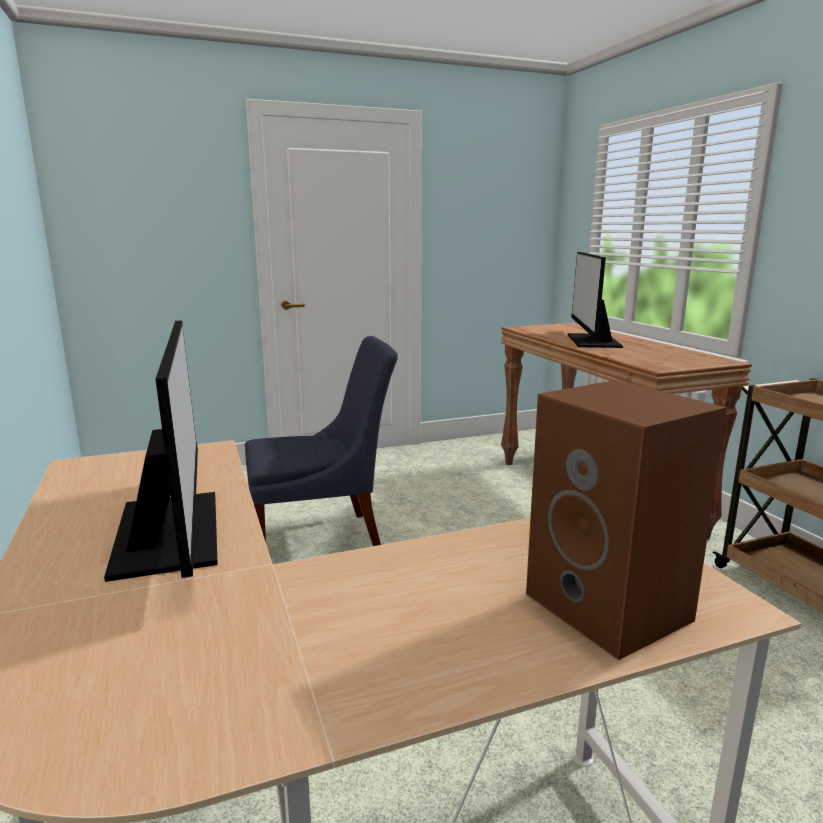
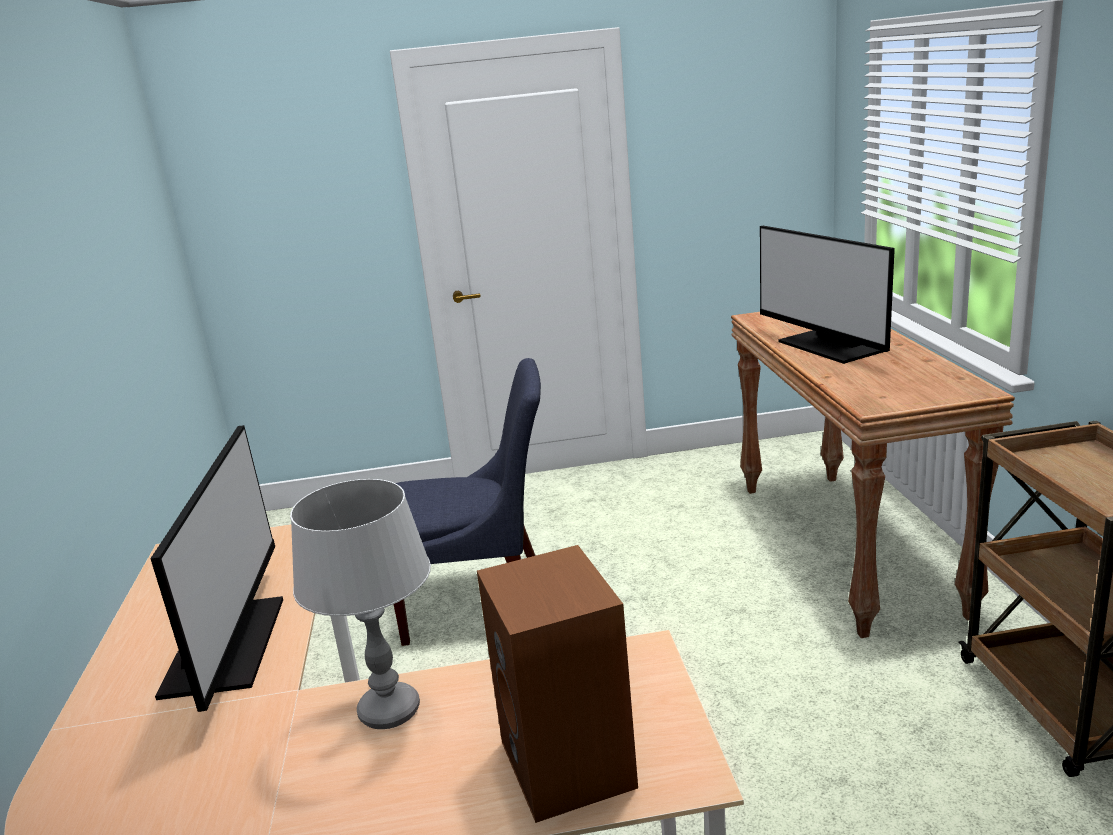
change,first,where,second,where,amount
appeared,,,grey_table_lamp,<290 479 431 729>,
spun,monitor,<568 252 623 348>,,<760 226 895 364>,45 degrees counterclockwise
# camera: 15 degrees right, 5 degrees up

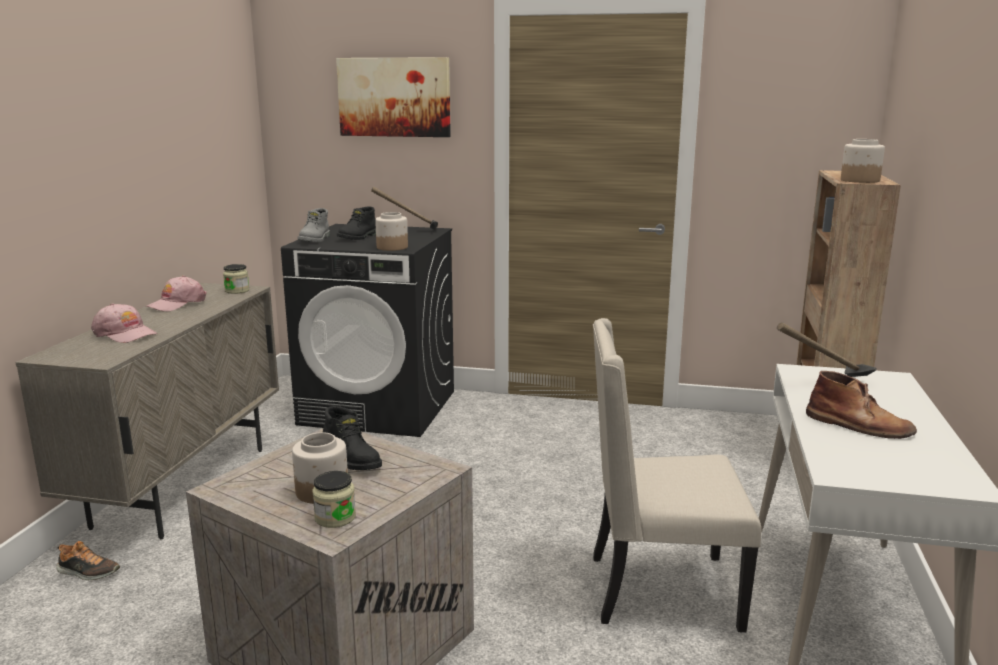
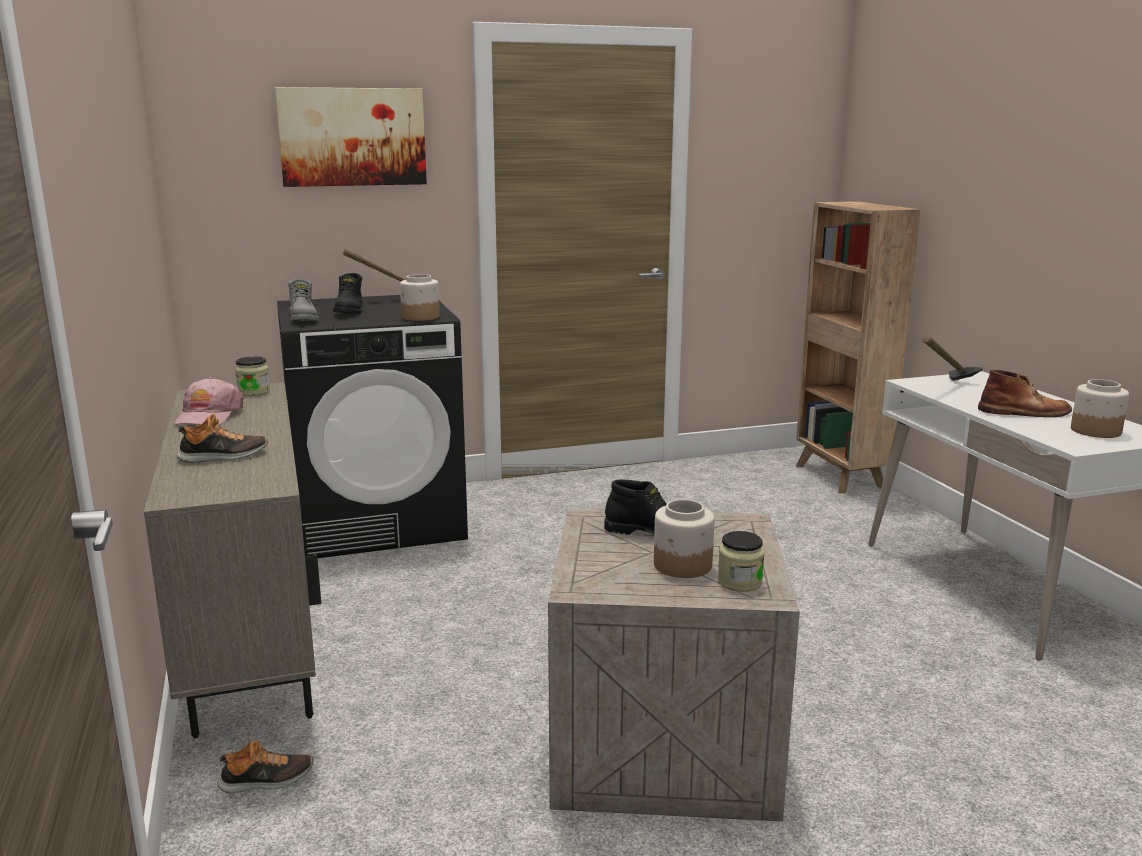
change,first,where,second,where,amount
exchanged,pink_cap,<91 303 157 343>,shoe,<176 414 268 463>,
relocated,storage_jar,<841 139 885 183>,,<1071 379 1129 438>,
missing,beige-coloured_chair,<593 318 761 633>,,,
# camera: 30 degrees left, 0 degrees up

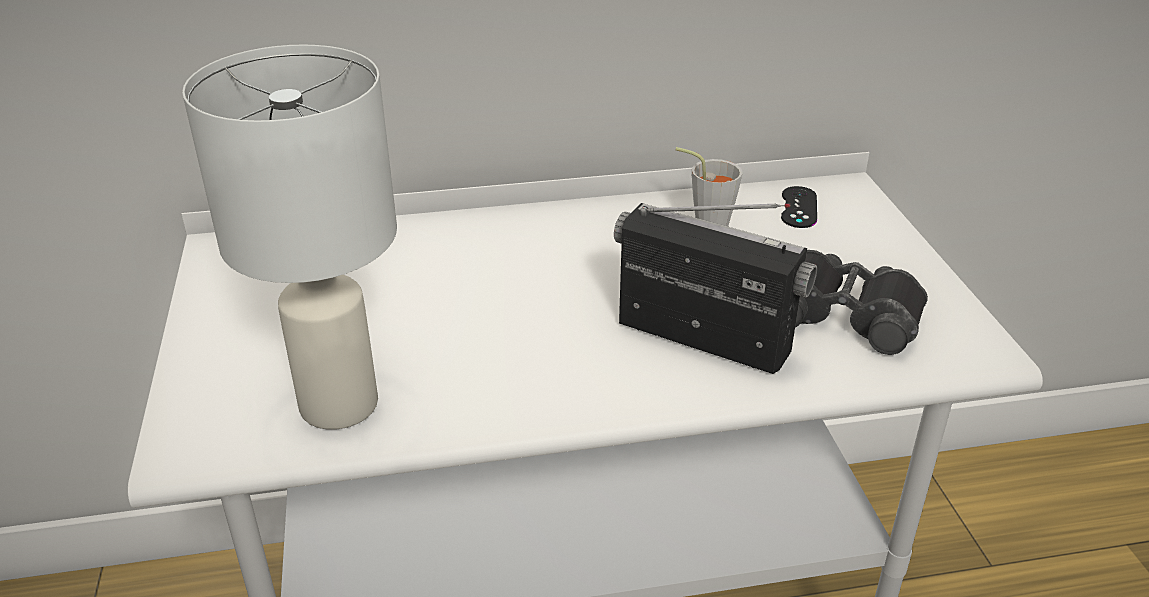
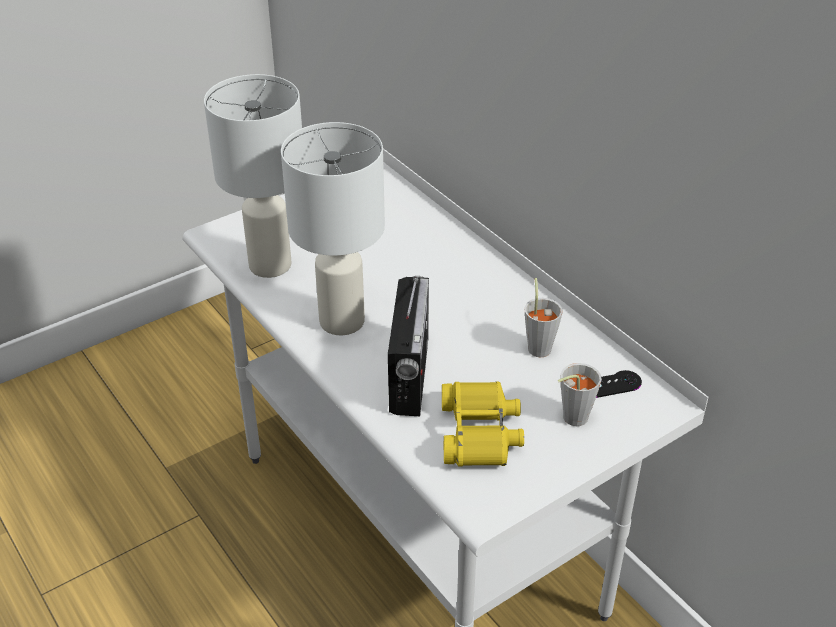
change,first,where,second,where,amount
appeared,,,white_table_lamp,<281 122 385 335>,
colour,black_binoculars,<795 250 928 355>,yellowish_binoculars,<442 382 524 466>,
appeared,,,grey_drinking_cup,<558 363 602 426>,
# camera: 65 degrees right, 5 degrees up

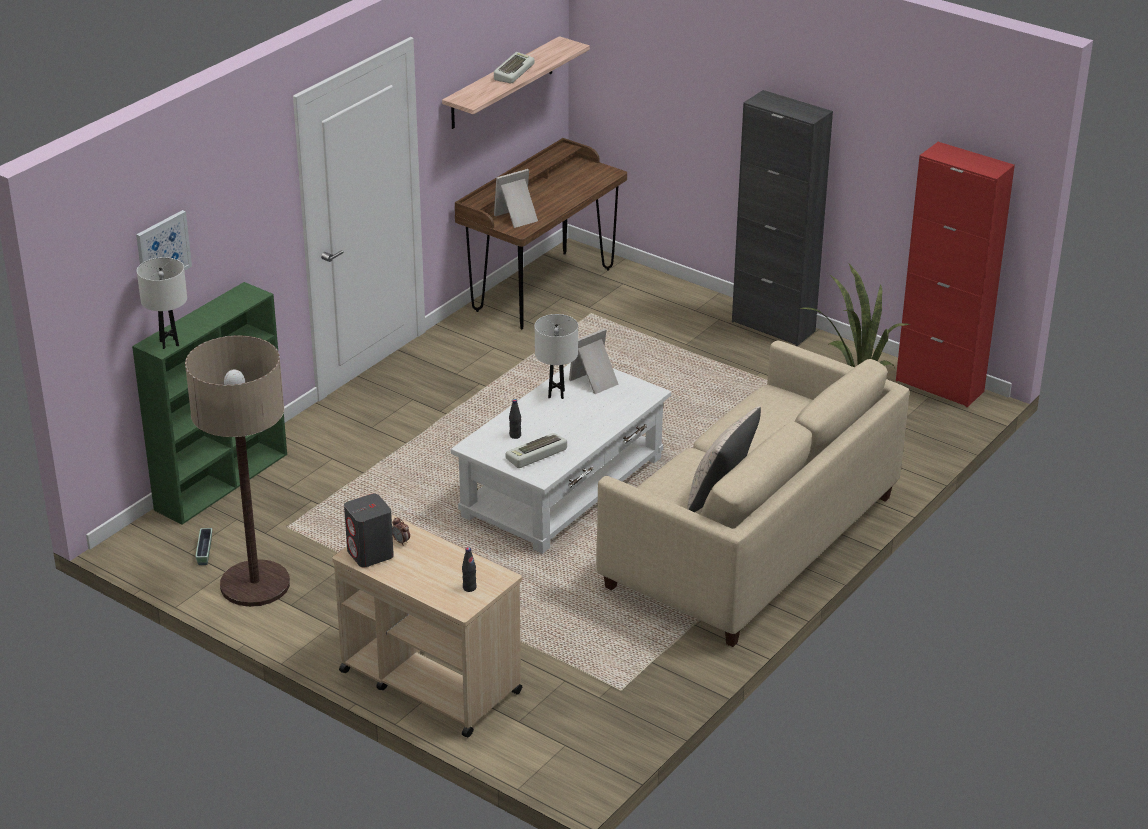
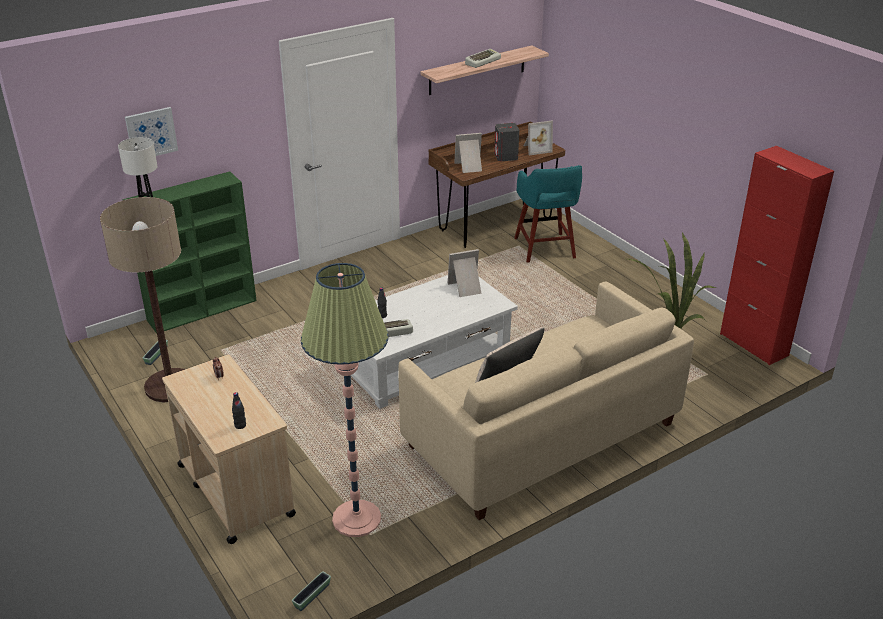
change,first,where,second,where,amount
appeared,,,plant_pot,<292 571 331 611>,
appeared,,,standing_lamp,<301 263 388 537>,
relocated,grey_speaker,<344 494 394 568>,,<494 123 519 161>,
appeared,,,turquoise_sitting_stool,<514 165 582 263>,
appeared,,,picture_frame,<523 121 553 156>,
missing,white_table_lamp,<535 314 578 399>,,,
missing,black_cabinet,<732 90 833 346>,,,
# camera: 20 degrees right, 0 degrees up

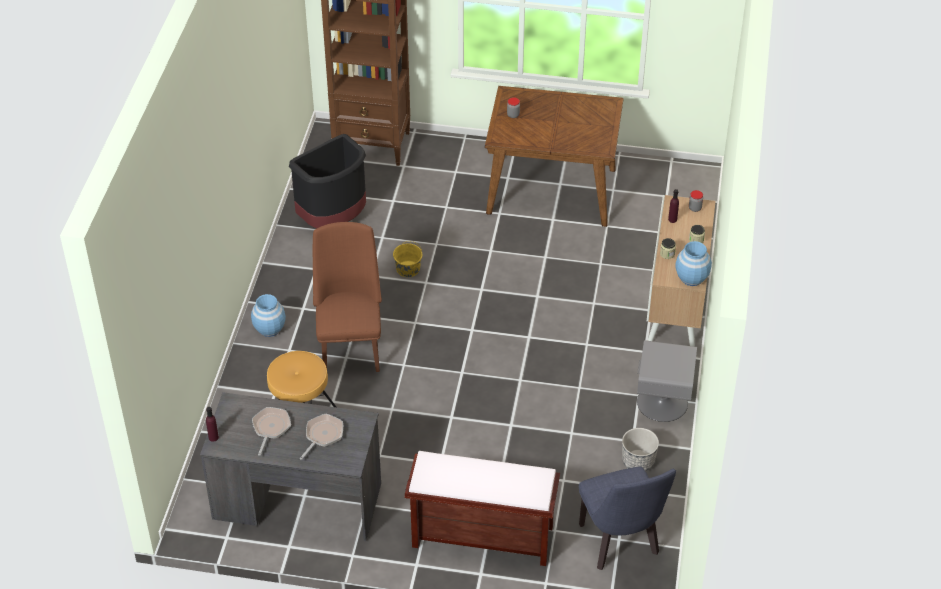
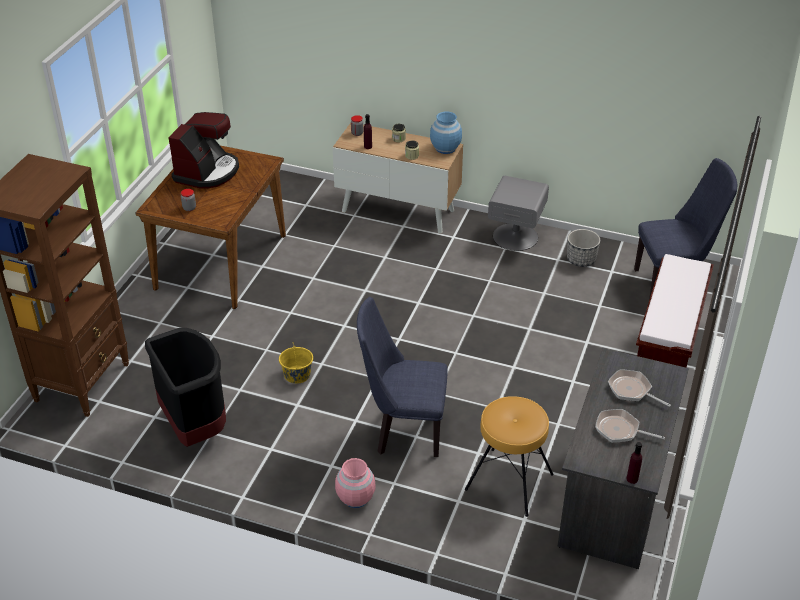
change,first,where,second,where,amount
appeared,,,coffee_machine,<168 112 239 188>,
colour,blue_decorative_vase,<251 294 286 337>,pink_decorative_vase,<335 458 376 508>,
colour,brown-coloured_chair,<313 222 382 372>,blue_chair,<357 297 448 457>,
# camera: 80 degrees left, 5 degrees down

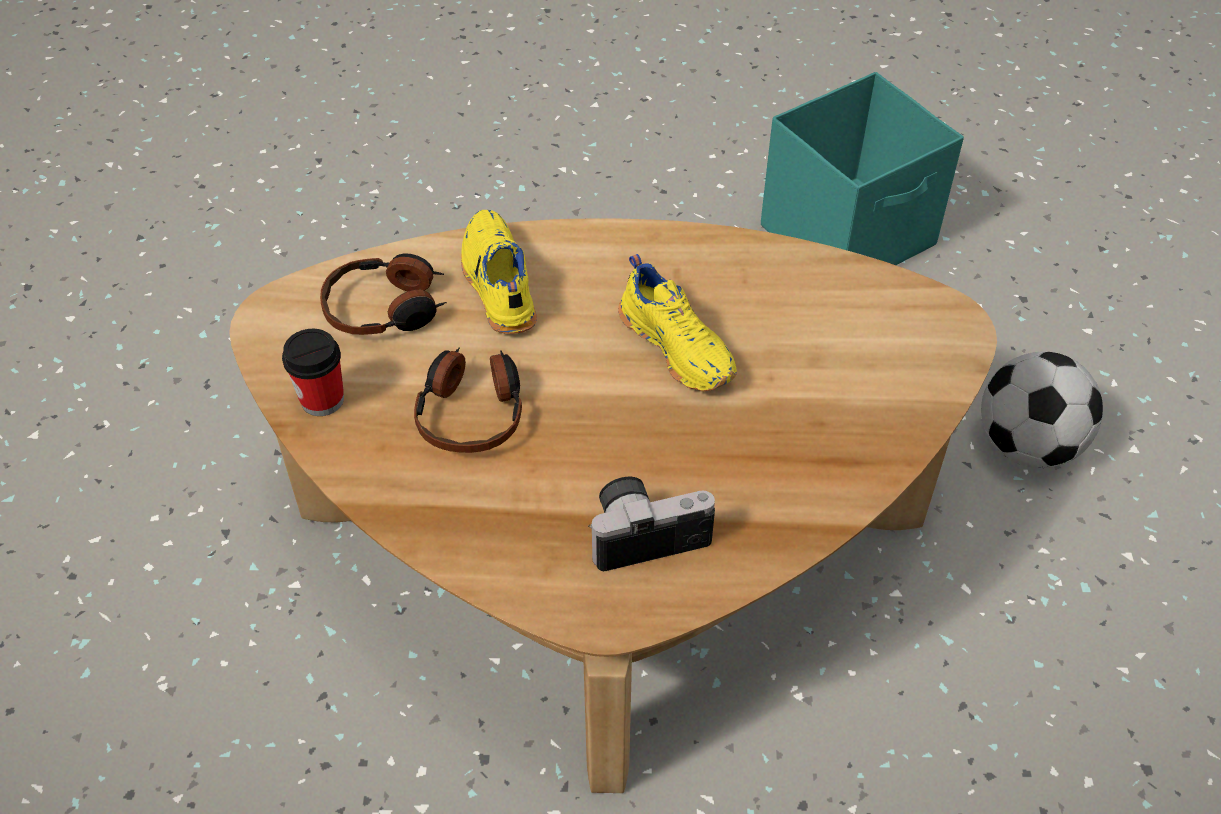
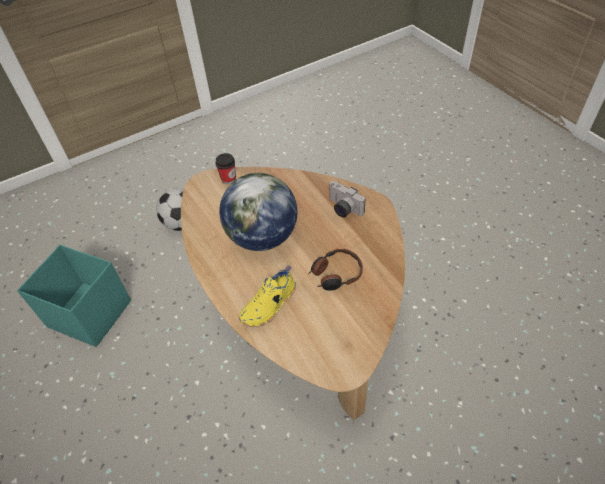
change,first,where,second,where,amount
relocated,drinking_cup,<282 329 344 416>,,<215 153 236 184>,
exchanged,yellowish_shoe,<618 254 737 391>,world_globe,<219 173 297 251>,
missing,headphones,<320 253 447 335>,,,
# camera: 120 degrees left, 0 degrees up

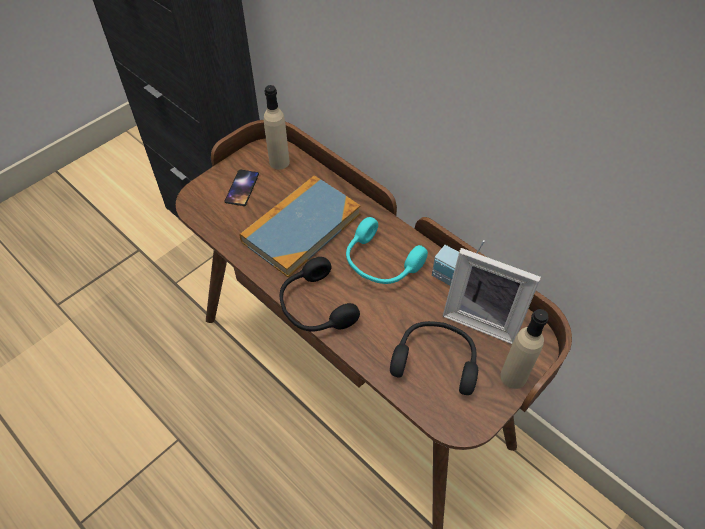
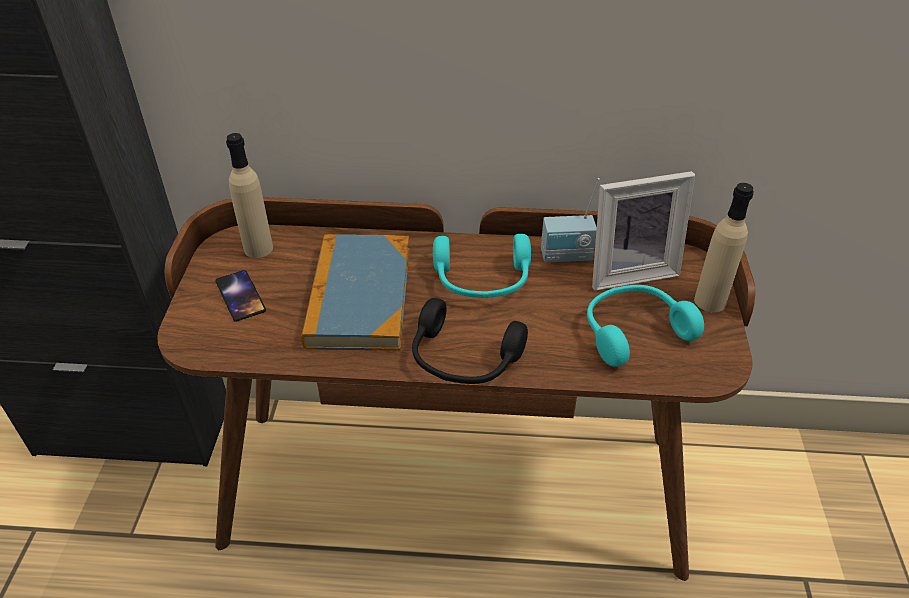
change,first,where,second,where,amount
colour,black_headphones,<390 321 478 395>,turquoise_headphones,<587 285 704 367>,
# camera: 40 degrees left, 10 degrees down

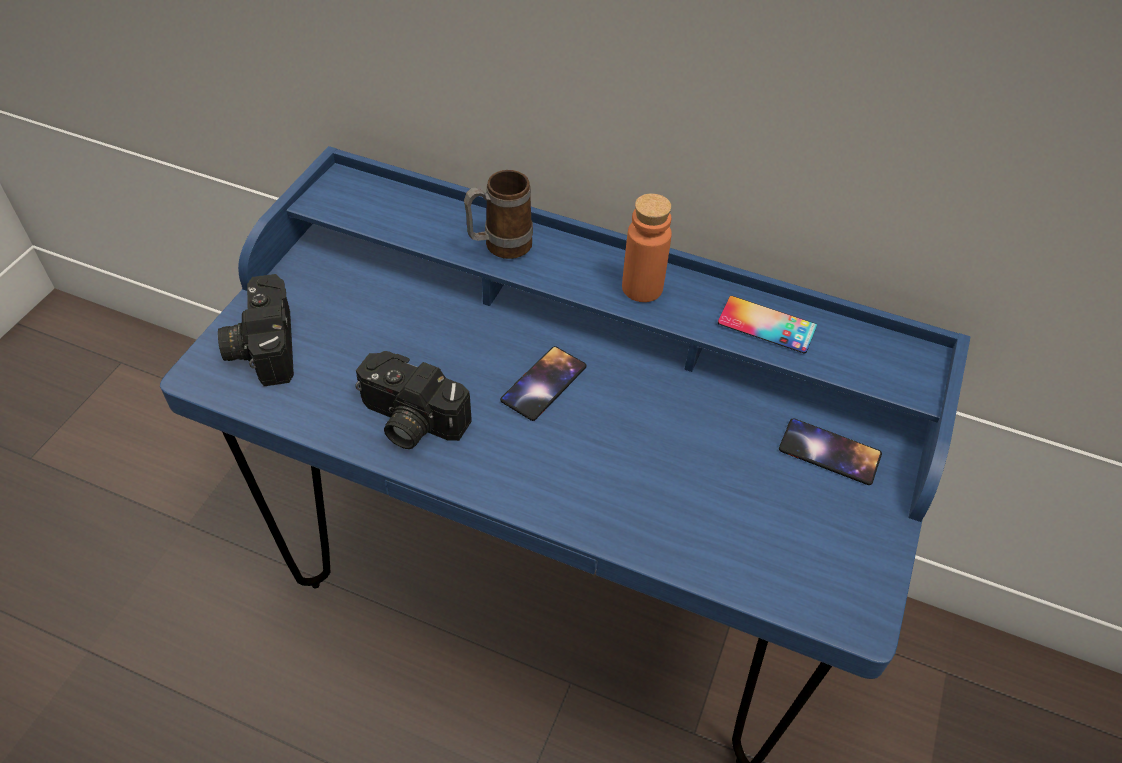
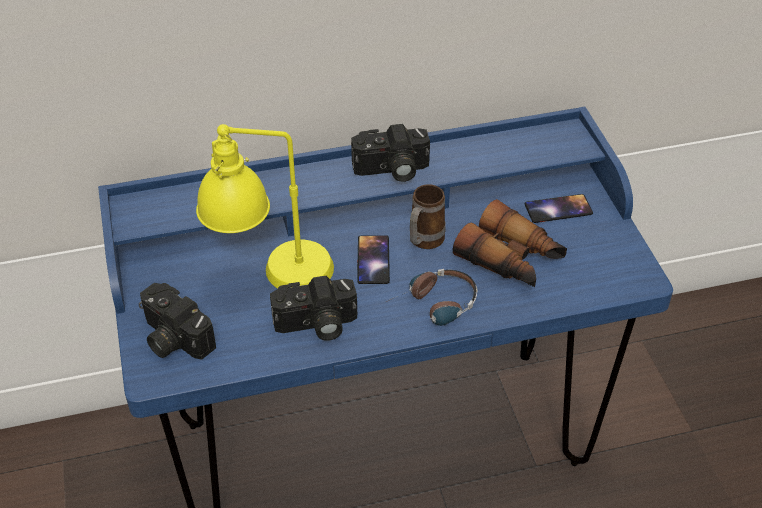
change,first,where,second,where,amount
appeared,,,yellowish_table_lamp,<196 124 334 288>,
exchanged,orangey_drink_bottle,<622 193 672 302>,still_camera,<351 124 430 182>,
appeared,,,headphones,<386 269 478 326>,
relocated,coffee_mug,<464 170 533 259>,,<410 184 446 249>,
appeared,,,binoculars,<453 199 567 287>,
missing,telephone,<718 296 817 354>,,,
# camera: 35 degrees left, 5 degrees down

